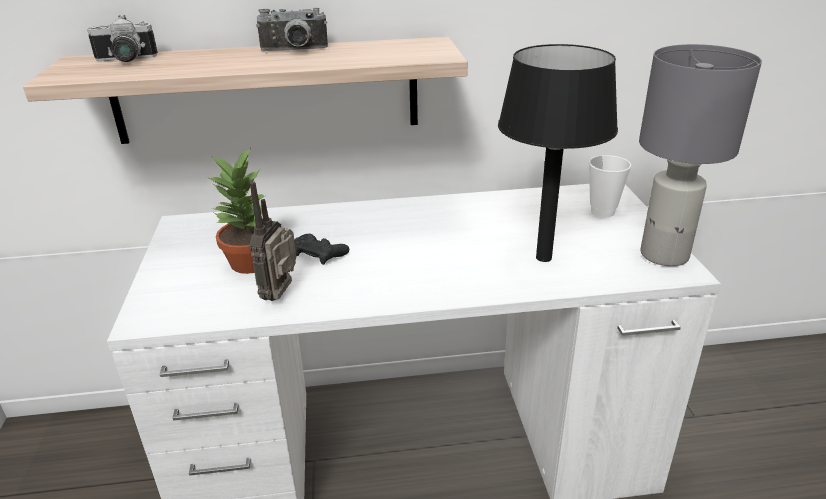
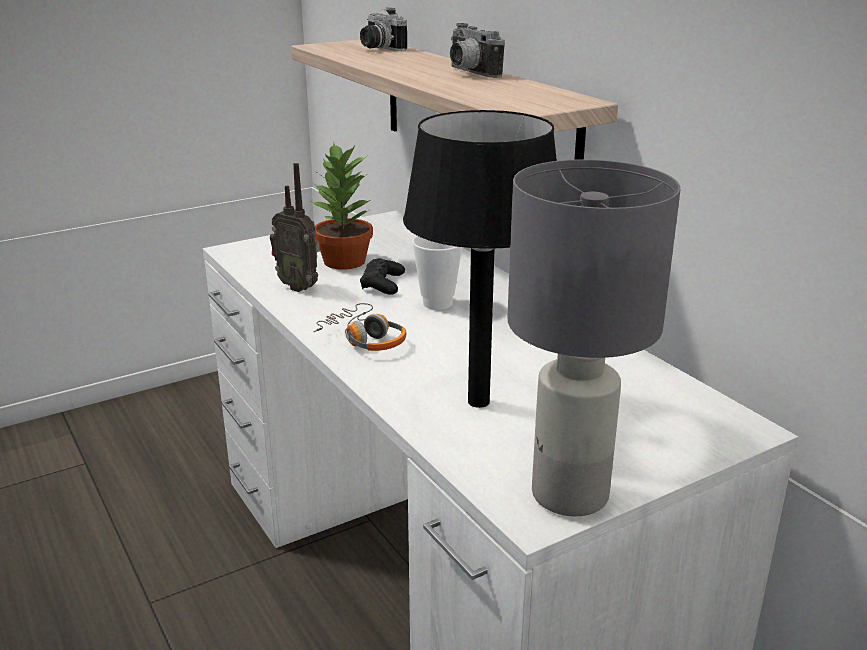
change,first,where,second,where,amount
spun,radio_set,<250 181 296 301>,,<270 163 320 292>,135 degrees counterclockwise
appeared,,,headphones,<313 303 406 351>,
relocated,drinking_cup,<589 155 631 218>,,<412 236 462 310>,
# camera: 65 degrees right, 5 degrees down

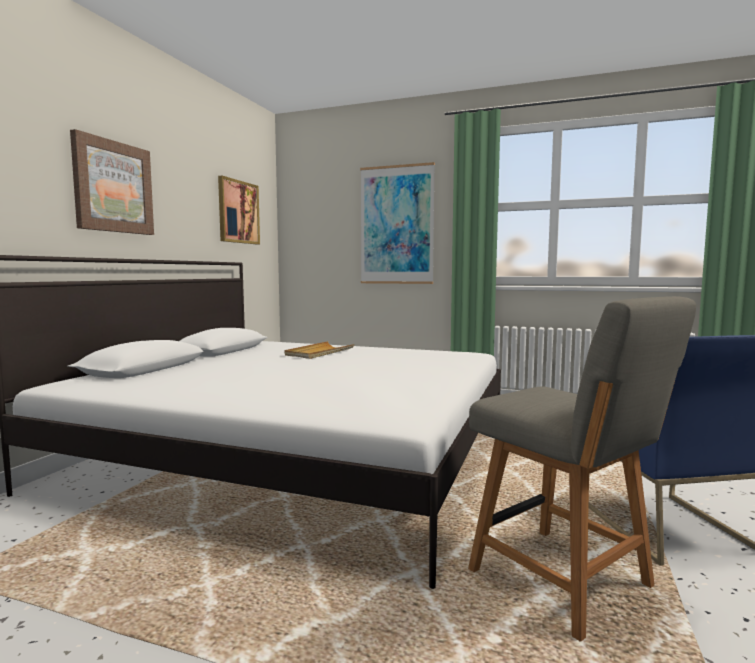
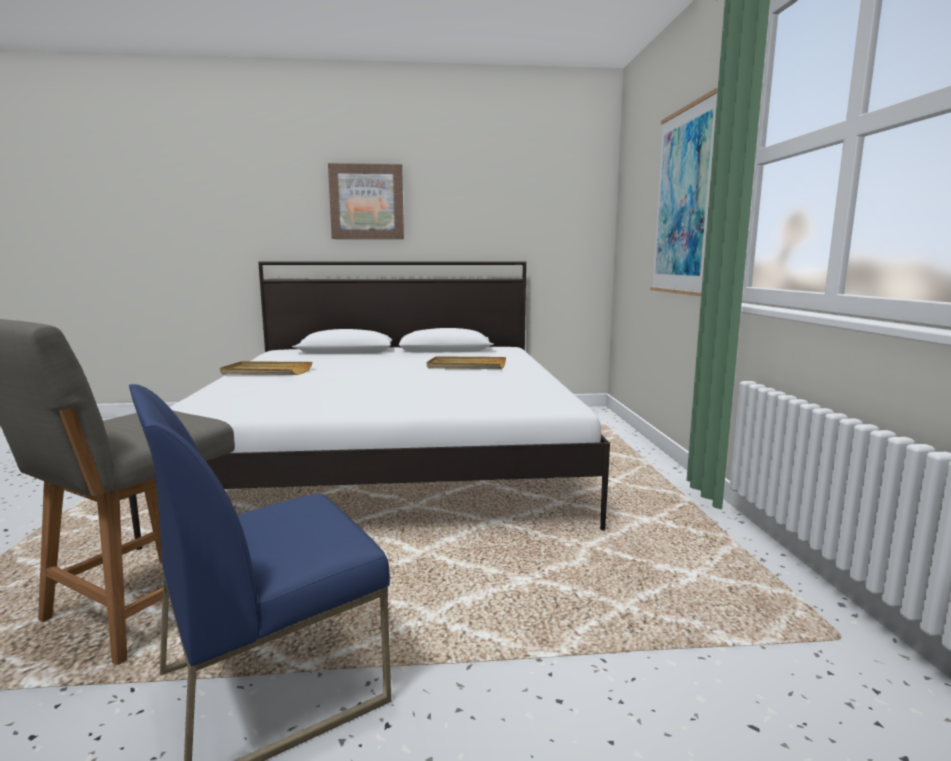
change,first,where,second,where,amount
appeared,,,beige-coloured_carrying_tray,<220 361 312 375>,
missing,wall_picture,<218 176 260 244>,,,
# camera: 65 degrees right, 5 degrees up

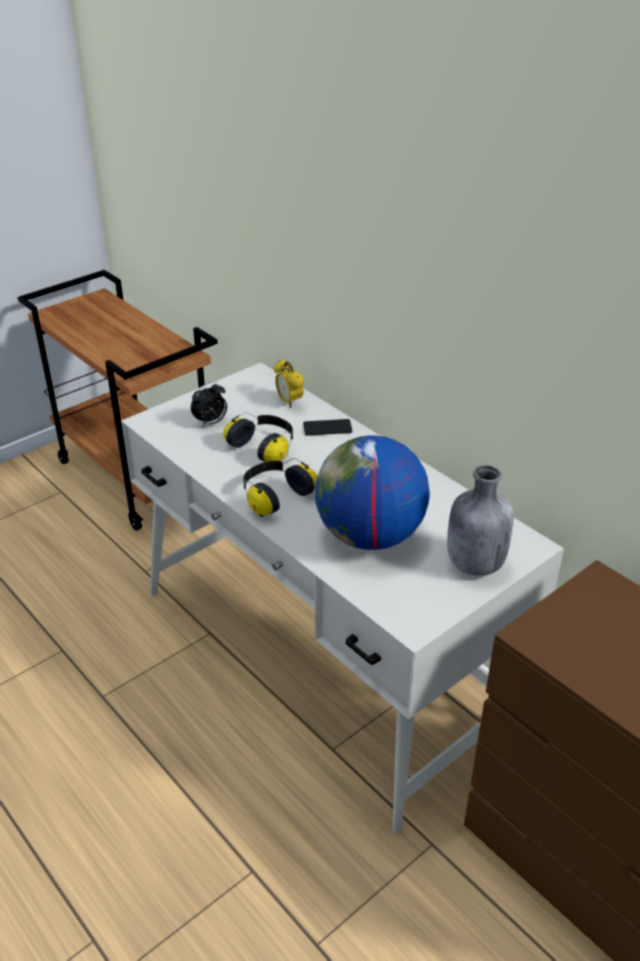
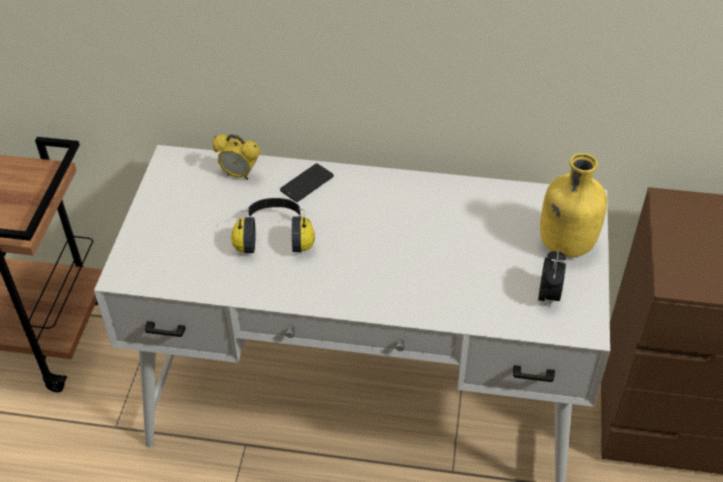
change,first,where,second,where,amount
relocated,bedside_clock,<191 381 227 427>,,<538 251 566 307>,
colour,grey_drink_bottle,<447 465 513 576>,yellowish_drink_bottle,<540 153 607 257>,
missing,headphones,<243 458 317 517>,,,
missing,world_globe,<315 435 430 550>,,,
# camera: 40 degrees left, 10 degrees up

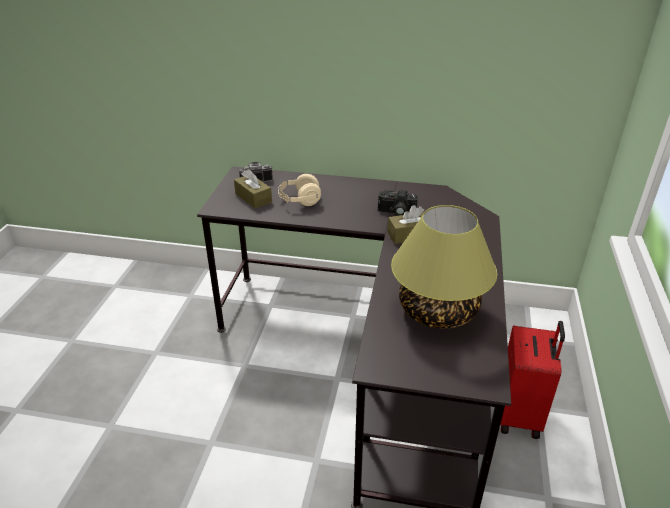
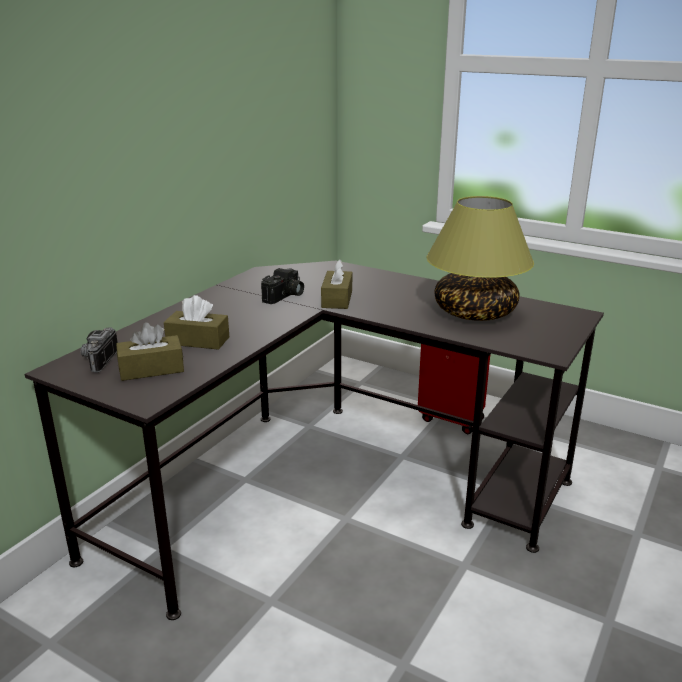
change,first,where,second,where,amount
exchanged,beige-coloured_headphones,<278 174 321 206>,brown-coloured_tissue_box,<164 295 229 350>,
# camera: 70 degrees left, 10 degrees down

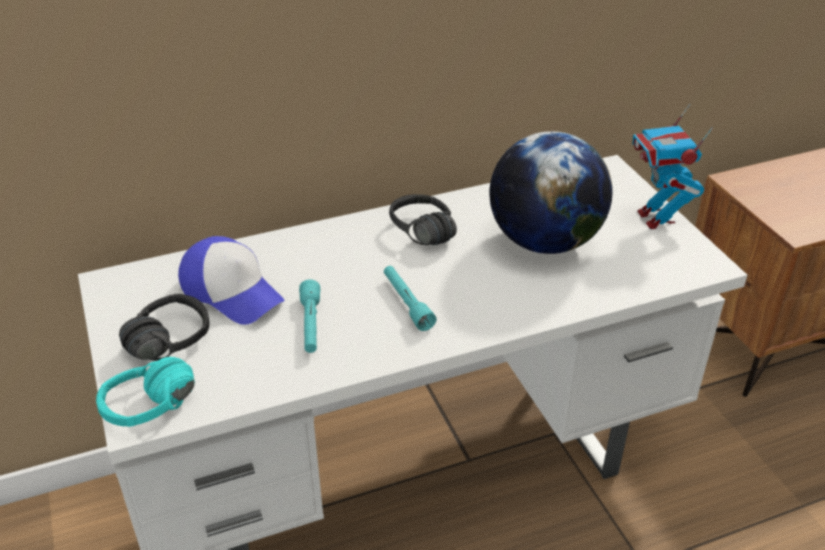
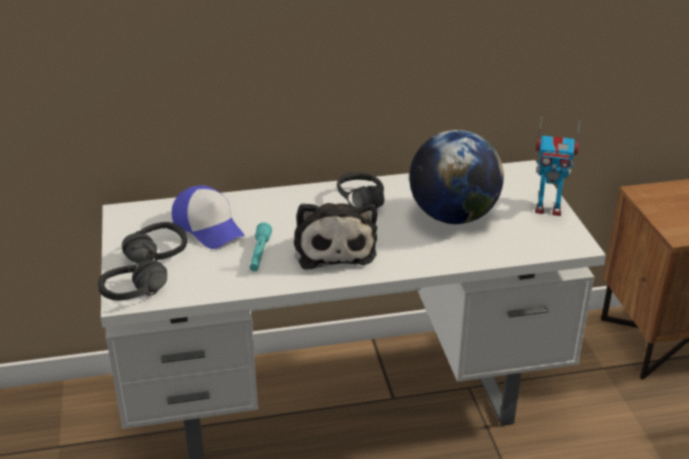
change,first,where,second,where,amount
colour,turquoise_headphones,<96 357 195 427>,black_headphones,<98 260 167 301>,
exchanged,turquoise_torch,<384 266 437 331>,plush_toy,<294 203 377 270>,
spun,robot_figure,<632 104 713 229>,,<535 117 580 216>,75 degrees counterclockwise
# camera: 10 degrees right, 5 degrees down

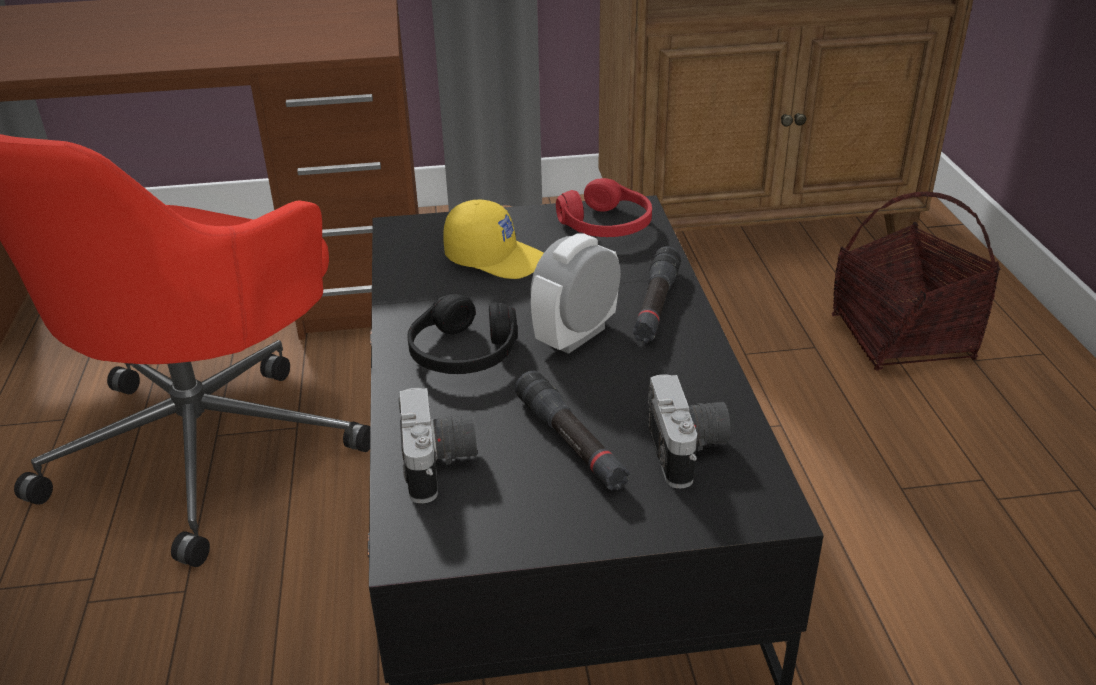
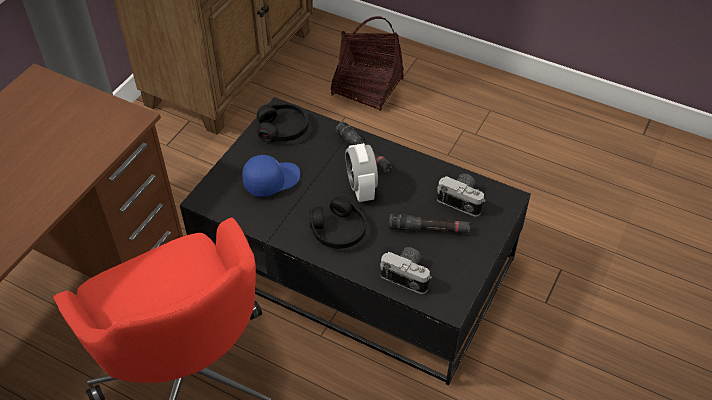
change,first,where,second,where,amount
colour,yellowish_cap,<443 200 543 279>,blue_cap,<242 155 300 197>,
colour,red-coloured_headphones,<556 178 652 237>,black_headphones,<257 103 309 142>,
# camera: 55 degrees left, 15 degrees up

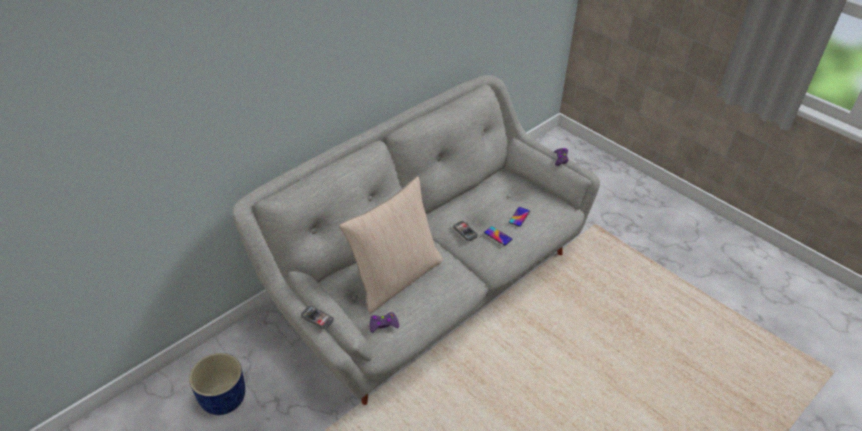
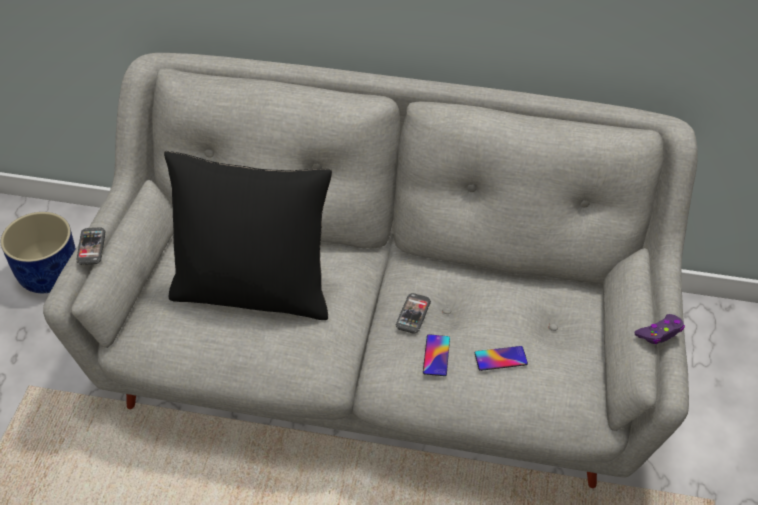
change,first,where,second,where,amount
colour,beige-coloured_cushion,<339 177 443 314>,black_cushion,<164 151 332 320>,
missing,purple-coloured_joypad,<370 312 399 333>,,,
# camera: 55 degrees right, 5 degrees up

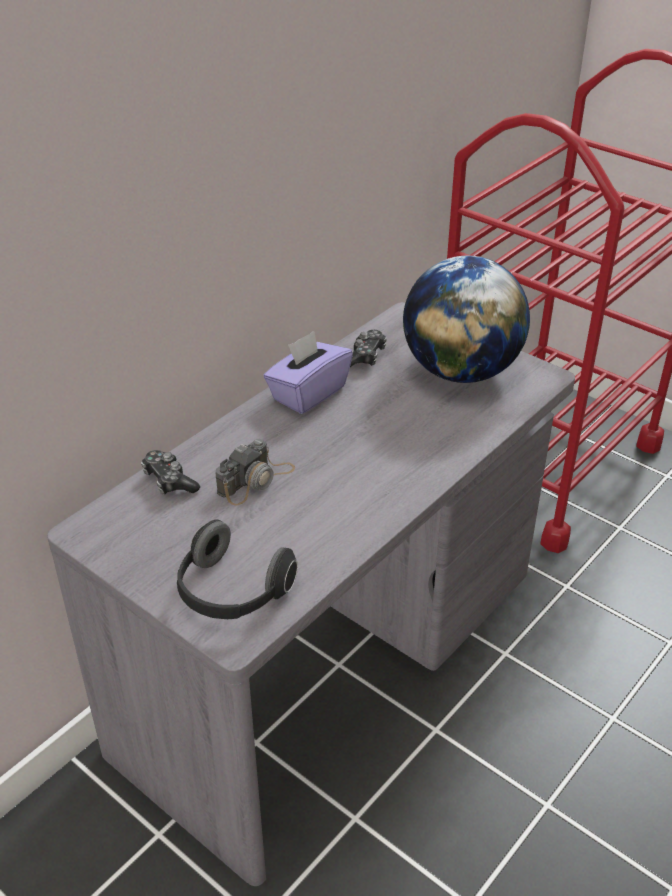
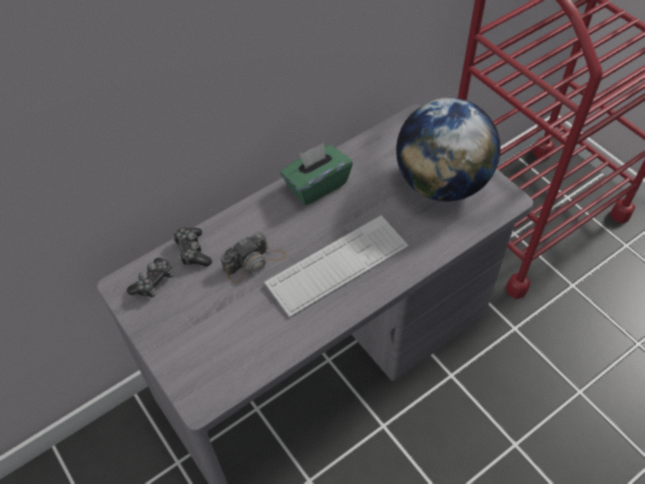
change,first,where,second,where,amount
relocated,joypad,<350 330 387 367>,,<127 258 173 297>,
appeared,,,computer_keyboard,<264 215 408 318>,
colour,purple-coloured_tissue_box,<263 331 353 414>,greenish_tissue_box,<280 143 353 205>,
missing,headphones,<177 520 298 619>,,,
# camera: 15 degrees right, 15 degrees up

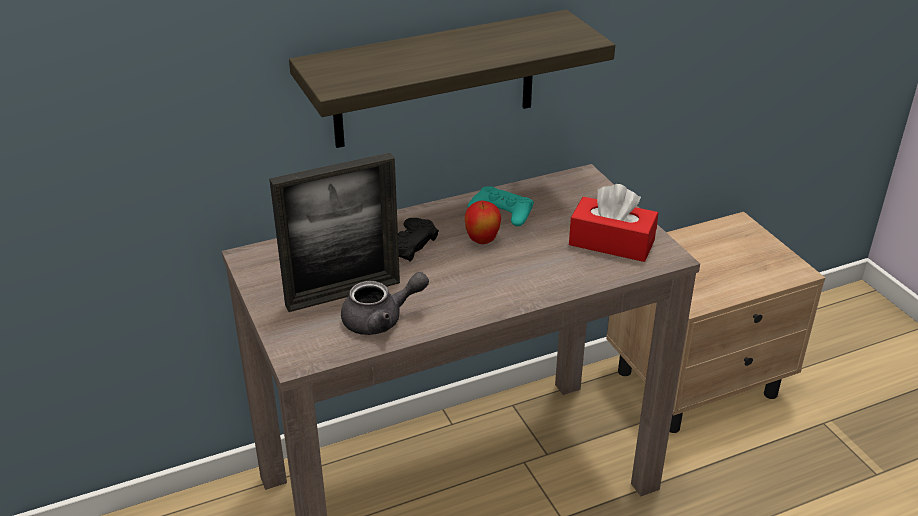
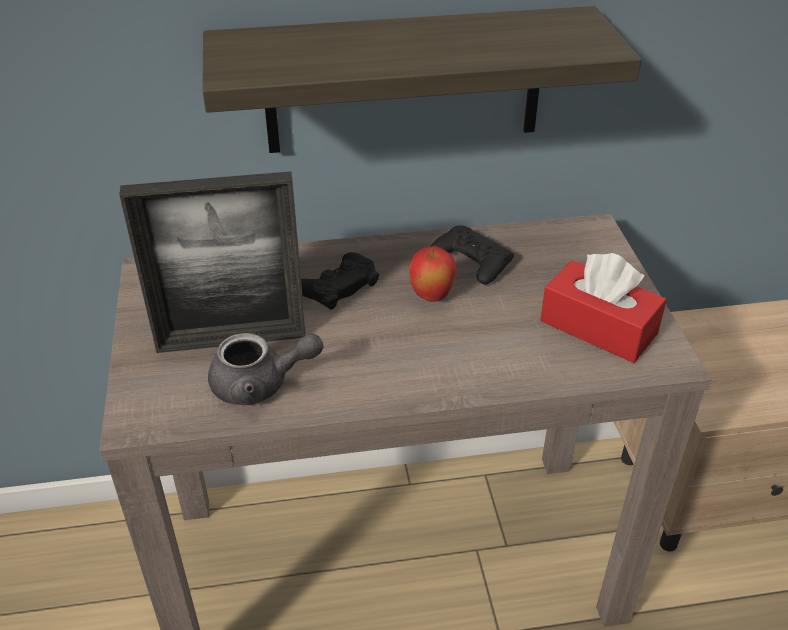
change,first,where,second,where,amount
colour,turquoise_joypad,<467 186 534 226>,black_joypad,<431 226 514 285>,
# camera: 15 degrees right, 5 degrees up

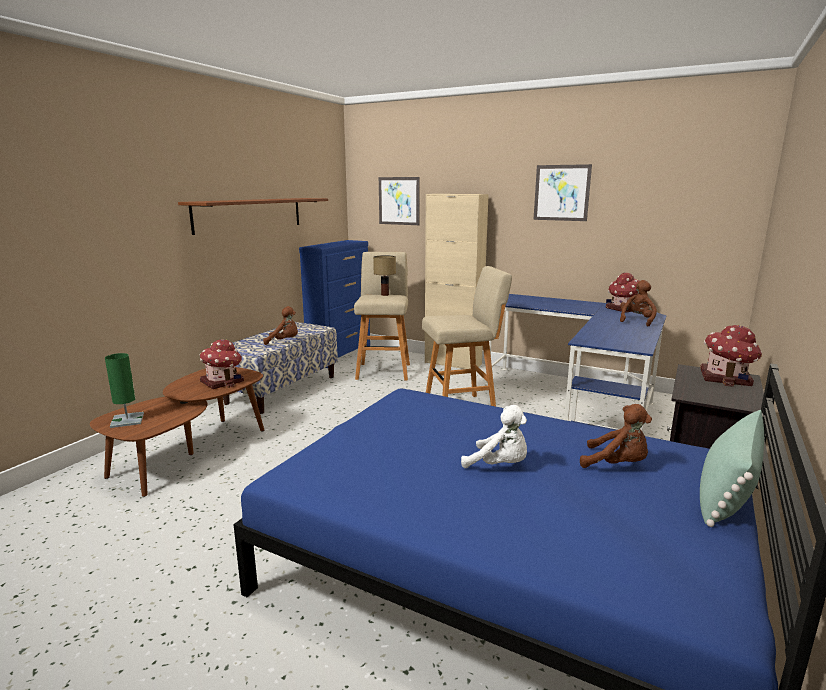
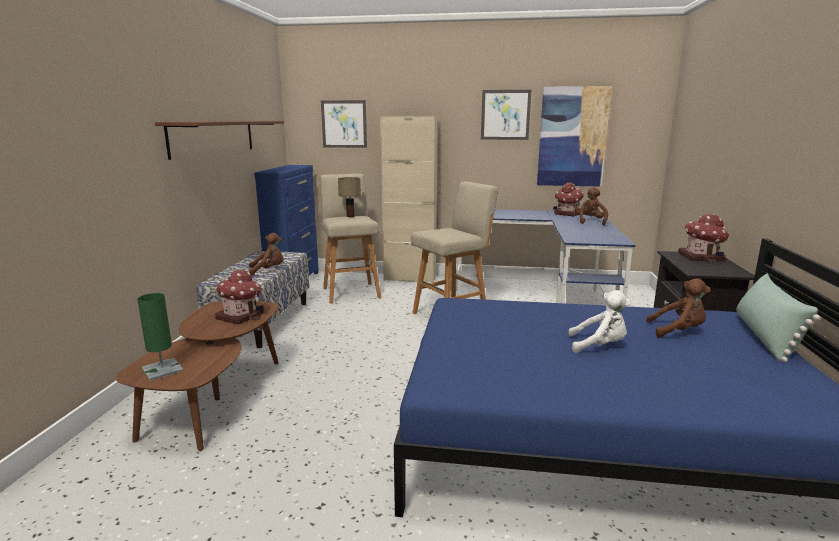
change,first,where,second,where,amount
appeared,,,wall_picture,<537 86 612 187>,
# camera: 20 degrees left, 0 degrees up

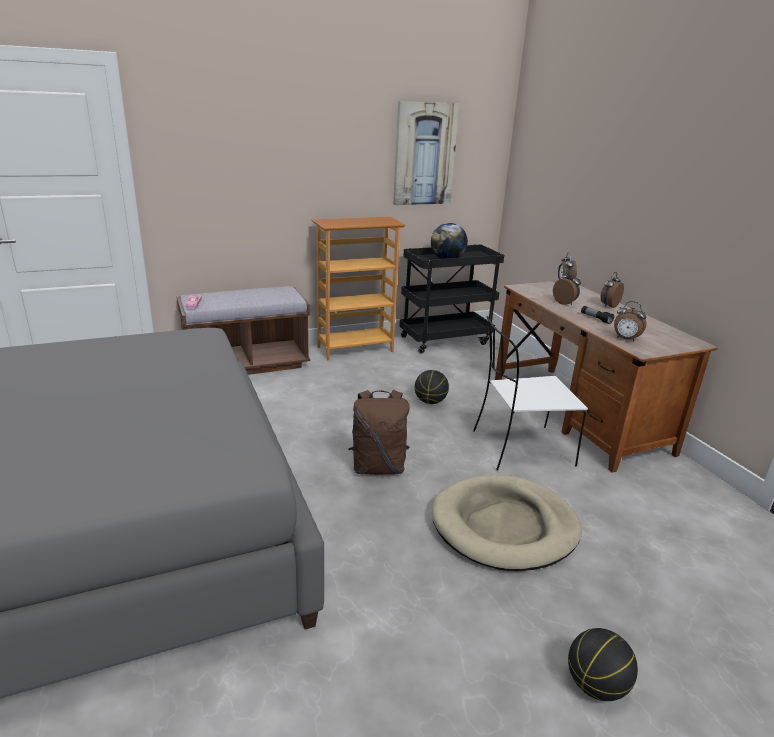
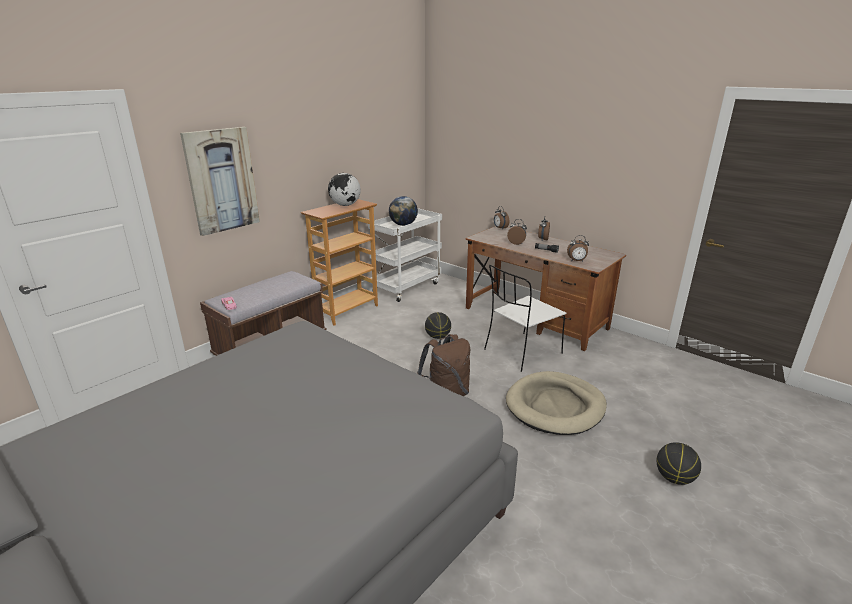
change,first,where,second,where,amount
relocated,wall_picture,<393 101 460 205>,,<180 127 260 236>,
appeared,,,world_globe,<328 173 361 206>,
colour,black_cart,<399 245 504 354>,white_cart,<368 208 442 302>,
# camera: 25 degrees left, 0 degrees up

